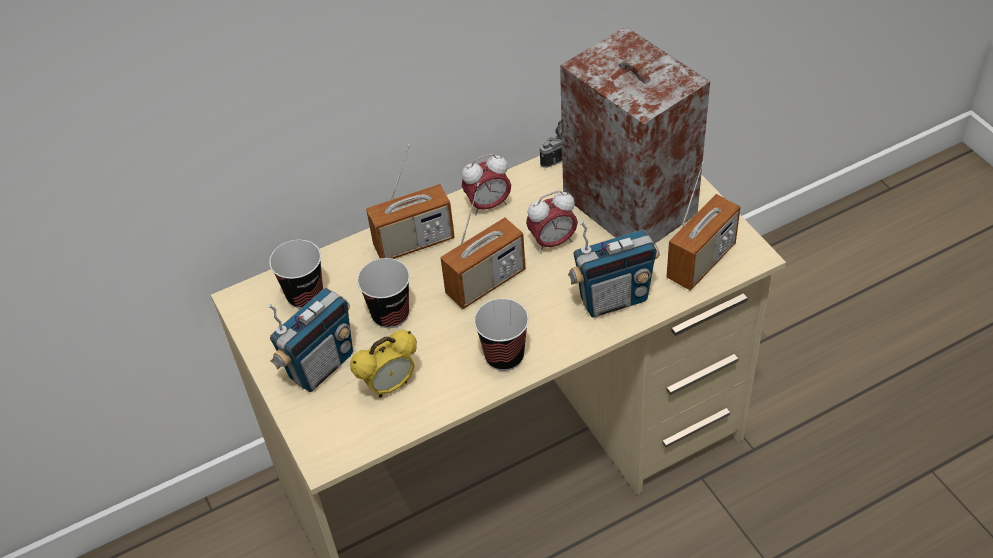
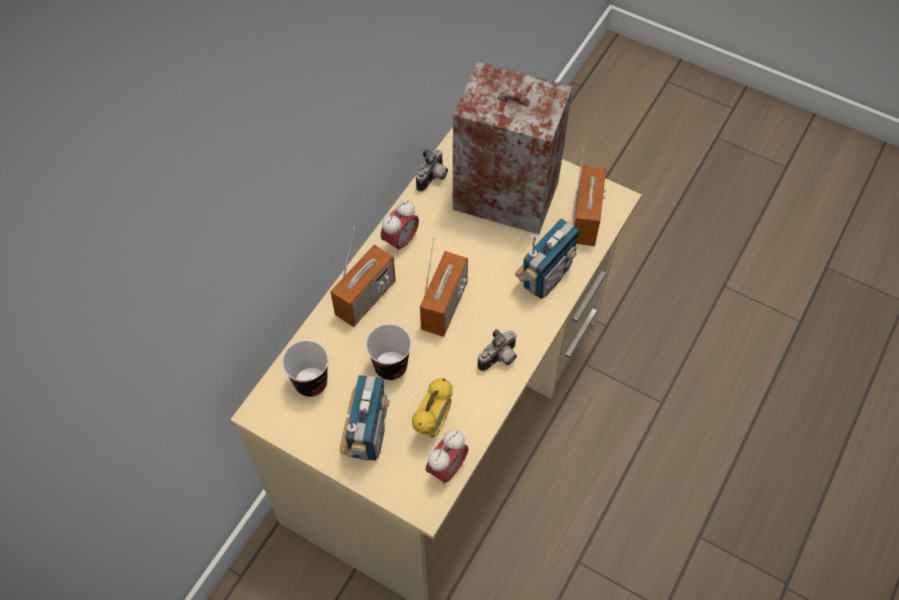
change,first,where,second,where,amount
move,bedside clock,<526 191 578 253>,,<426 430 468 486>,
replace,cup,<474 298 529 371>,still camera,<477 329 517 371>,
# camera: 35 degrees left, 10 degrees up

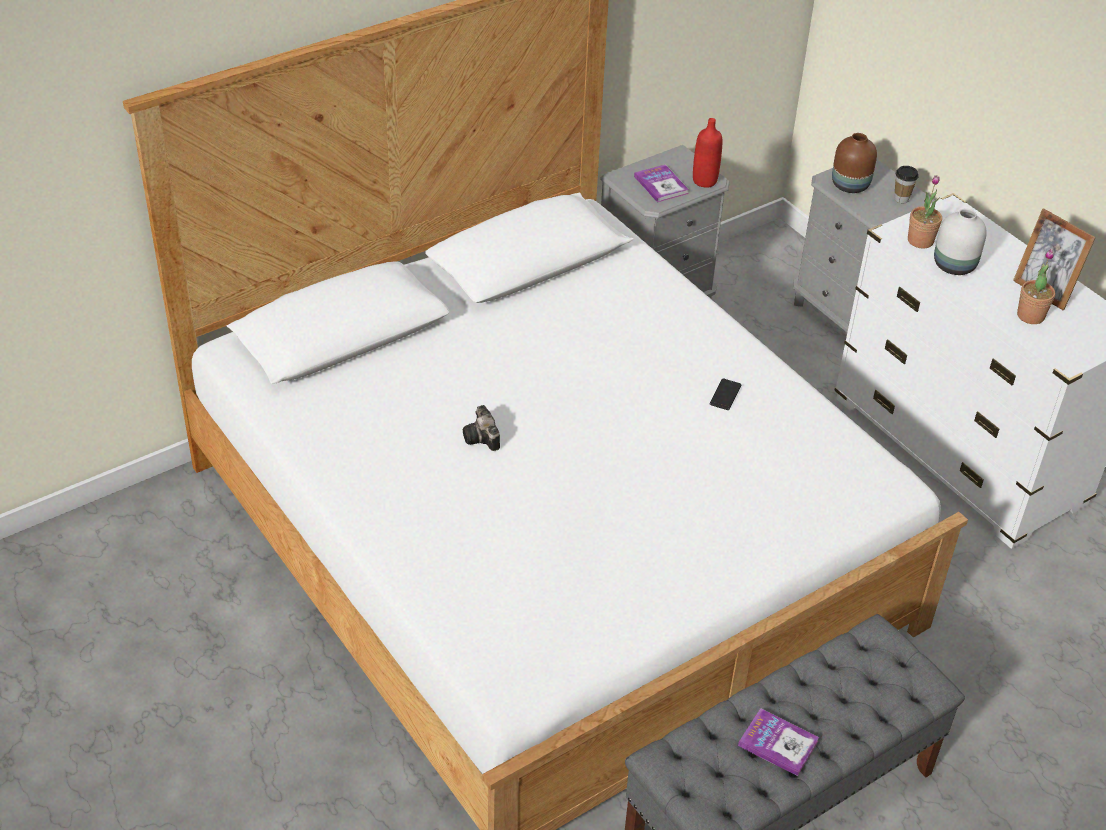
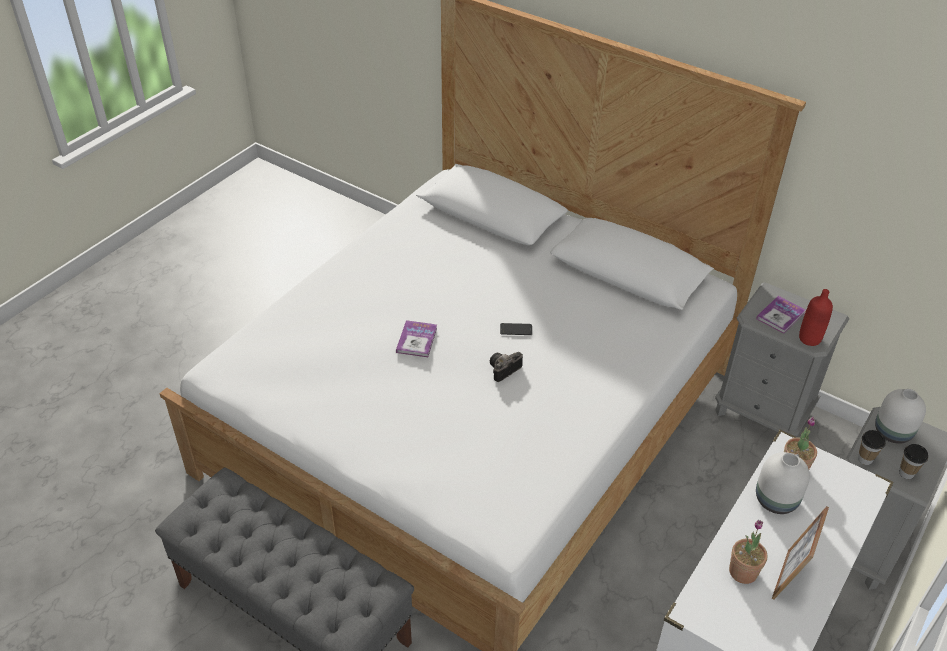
change,first,where,second,where,amount
move,bound book,<738 708 819 776>,,<396 320 437 357>,
move,still camera,<463 405 500 451>,,<490 352 523 382>,
move,telephone,<710 379 741 410>,,<500 323 532 335>,
insert,,,cup,<858 430 886 465>,
recolor,brown decorative vase,<832 133 877 193>,white decorative vase,<875 389 926 444>,
# camera: 70 degrees right, 0 degrees up

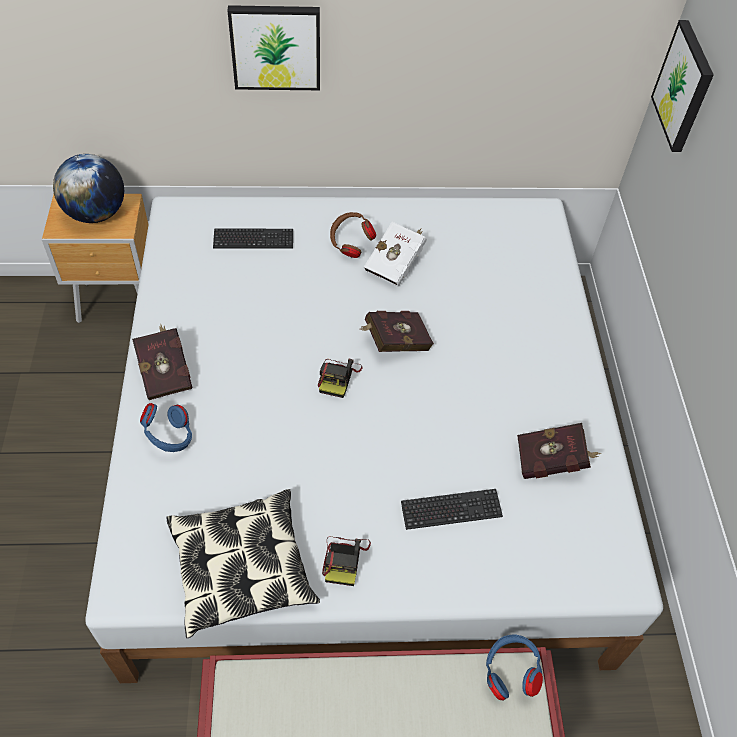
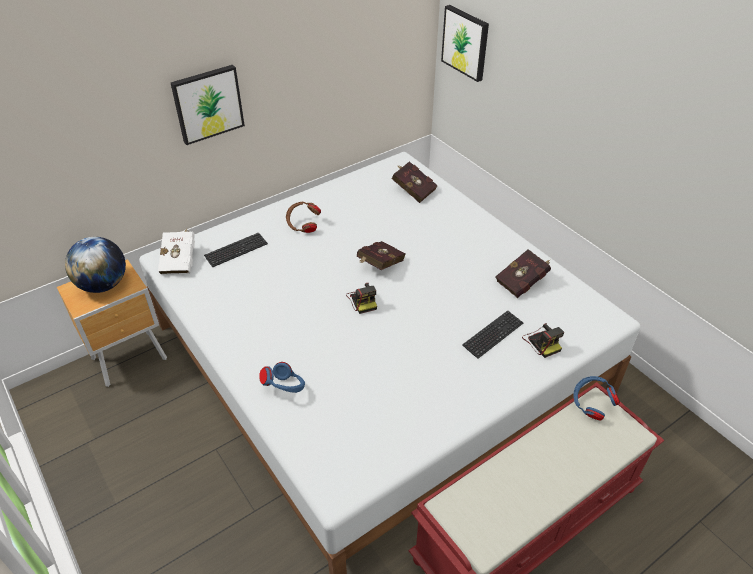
change,first,where,second,where,amount
move,white bound book,<364 222 427 287>,,<158 229 195 275>,
move,red-coloured bound book,<132 324 193 400>,,<391 161 438 203>,
move,still camera,<322 536 371 586>,,<522 323 564 358>,
delete,cushion,<167 489 320 638>,,,
# camera: 30 degrees left, 10 degrees down

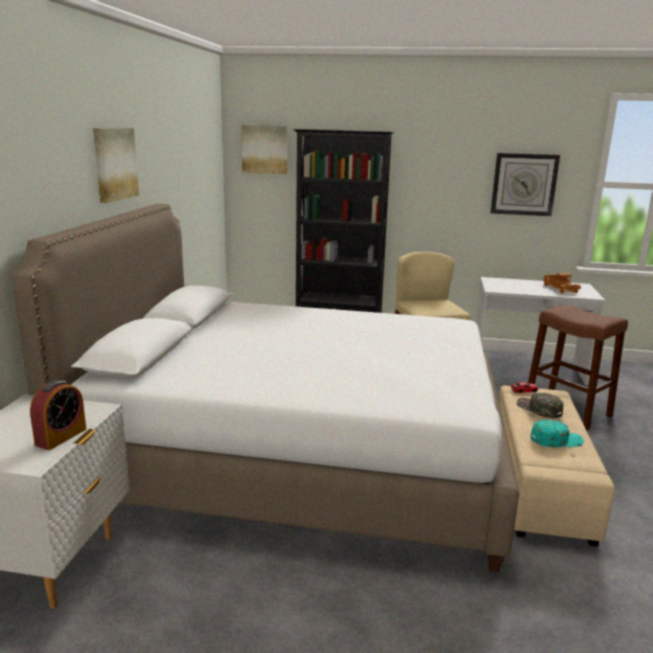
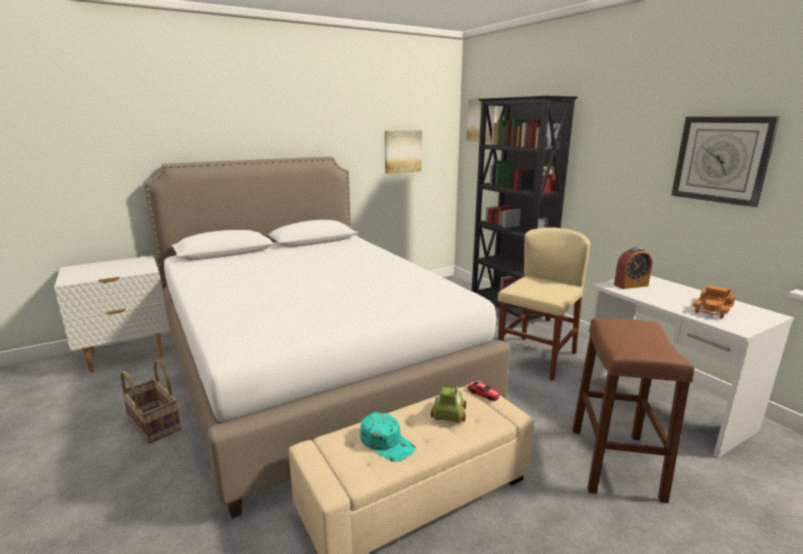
change,first,where,second,where,amount
insert,,,storage basket,<121 360 181 444>,
move,wall art,<93 128 139 203>,,<385 130 422 174>,
replace,greenish peaked cap,<516 393 564 418>,model car,<431 386 466 423>,
move,bedside clock,<30 380 86 450>,,<614 247 652 289>,
# camera: 50 degrees right, 0 degrees up

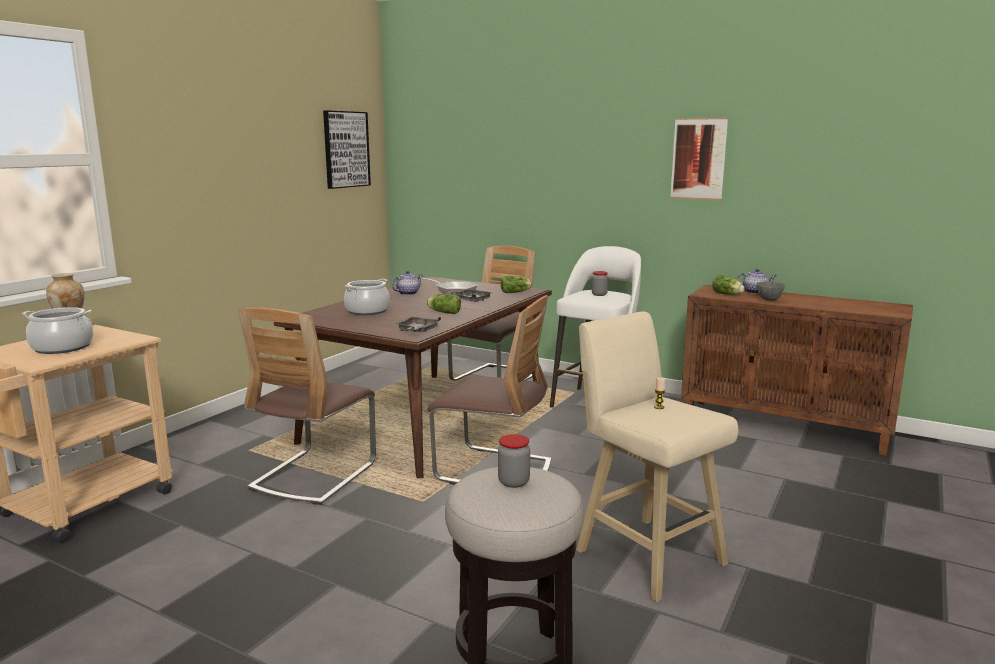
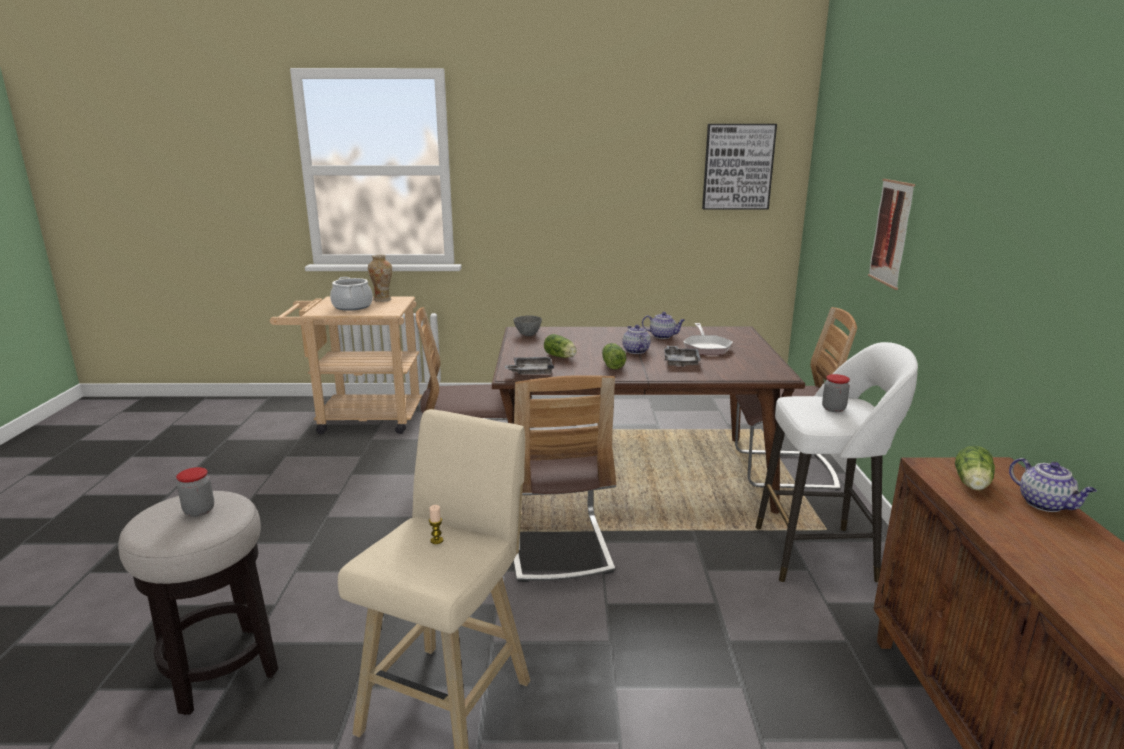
change,first,where,second,where,amount
move,grey bowl,<756 281 785 301>,,<513 315 542 336>,
move,lettuce,<501 276 532 293>,,<544 334 577 358>,
insert,,,pot for tea,<622 325 651 354>,
move,wall art,<670 117 728 200>,,<868 179 915 290>,
delete,stockpot,<344 279 390 315>,,,
# camera: 60 degrees right, 5 degrees up

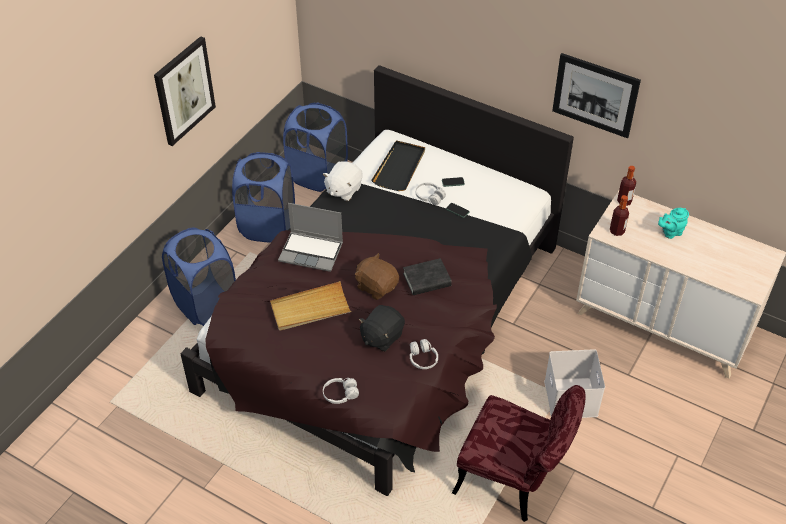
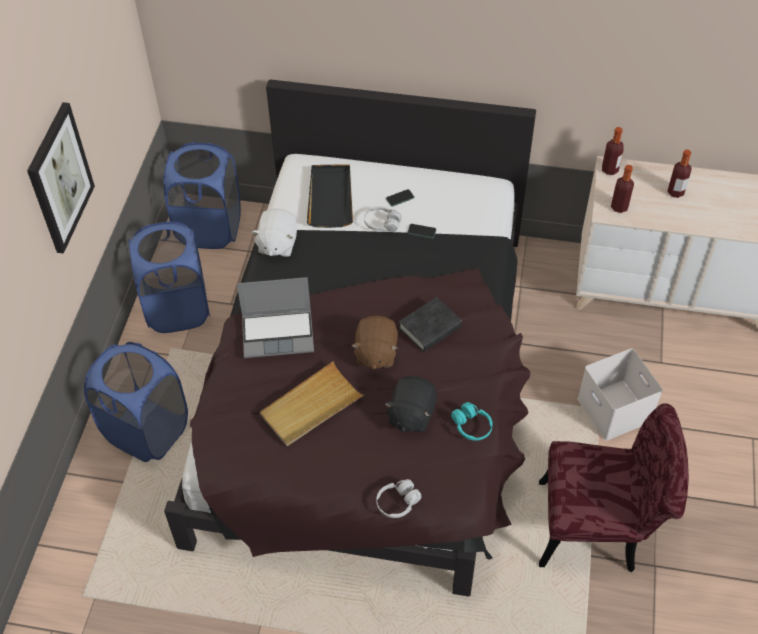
change,first,where,second,where,amount
rotate,brown cuddly toy,<355 253 399 300>,,<352 316 398 369>,105 degrees counterclockwise
recolor,white headphones,<410 339 438 369>,turquoise-coloured headphones,<451 402 493 441>,
replace,turquoise-coloured pot for tea,<658 208 689 239>,drink bottle,<667 150 692 198>,
delete,wall art,<552 53 641 138>,,,
# camera: 20 degrees left, 5 degrees up

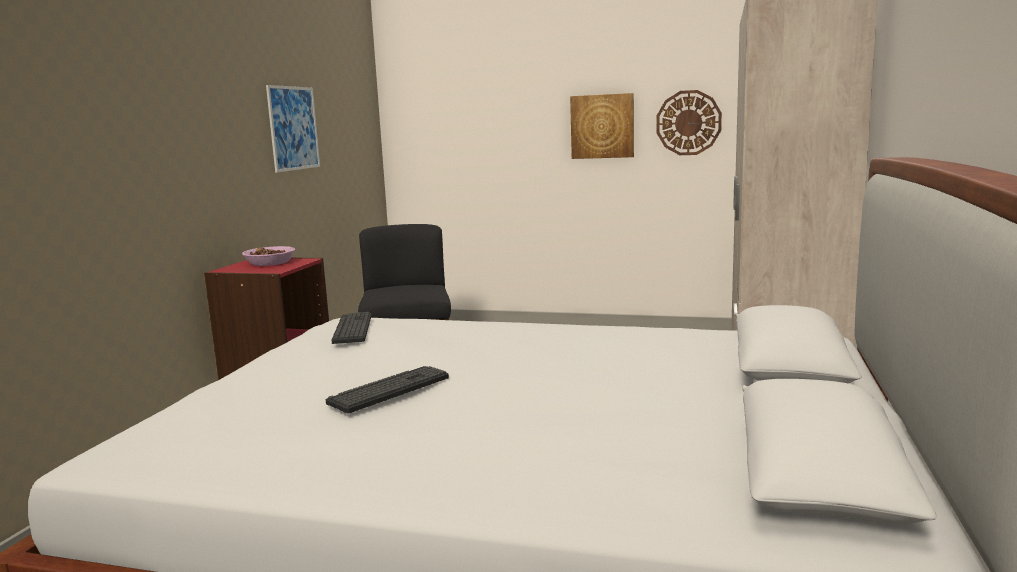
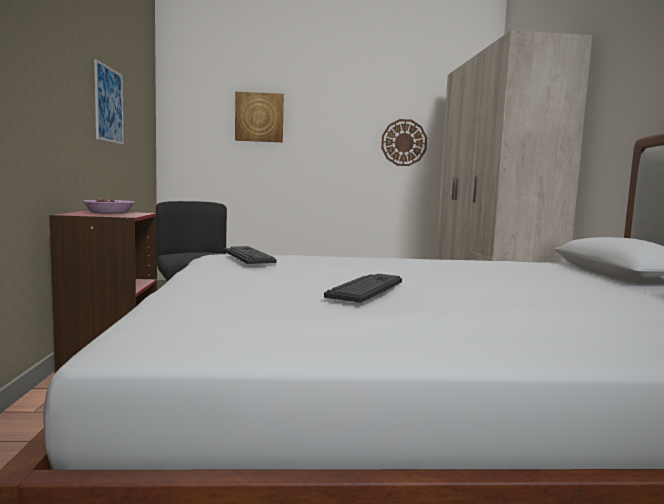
change,first,where,second,where,amount
move,wall art,<570 93 634 159>,,<235 92 284 142>,
# camera: 20 degrees left, 5 degrees down

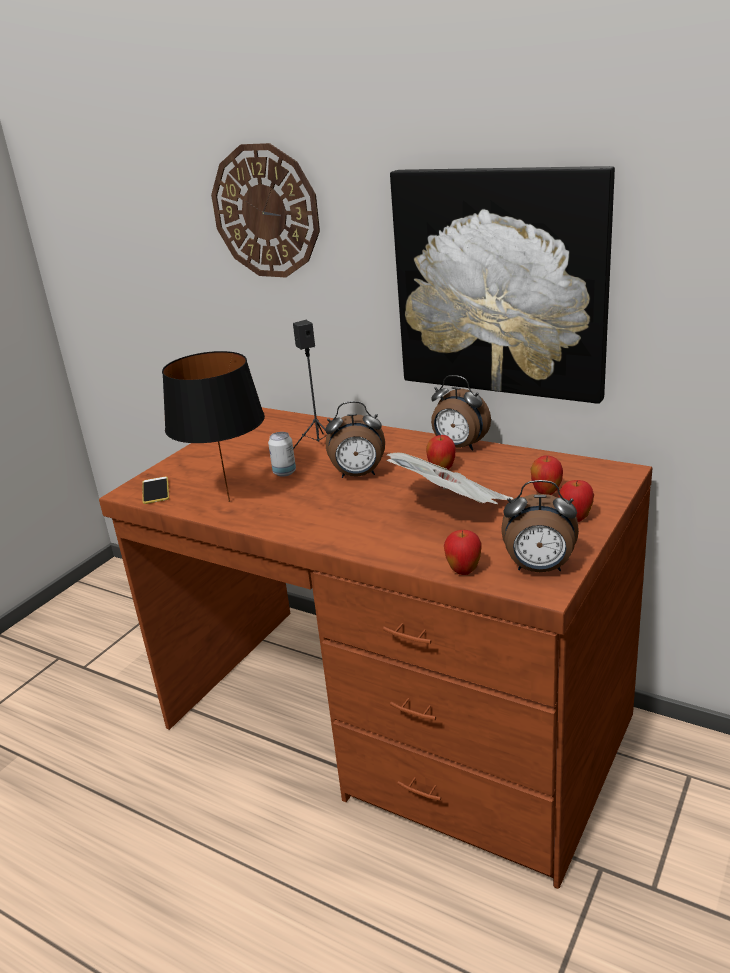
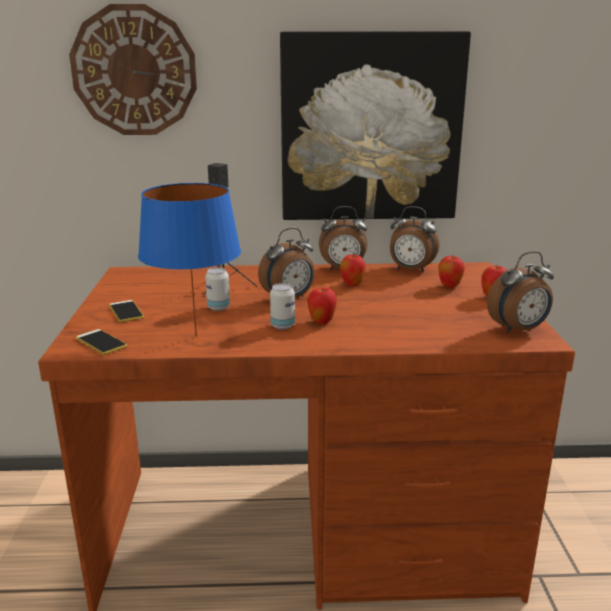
change,first,where,second,where,amount
insert,,,telephone,<109 300 144 322>,
recolor,blackish table lamp,<162 351 265 502>,blue-coloured table lamp,<138 183 241 337>,
insert,,,sealed can,<270 283 295 330>,
move,whole apple,<444 530 481 575>,,<307 287 337 324>,
insert,,,bedside clock,<390 206 440 272>,
delete,newspaper,<386 452 514 504>,,,
# camera: 35 degrees left, 5 degrees down

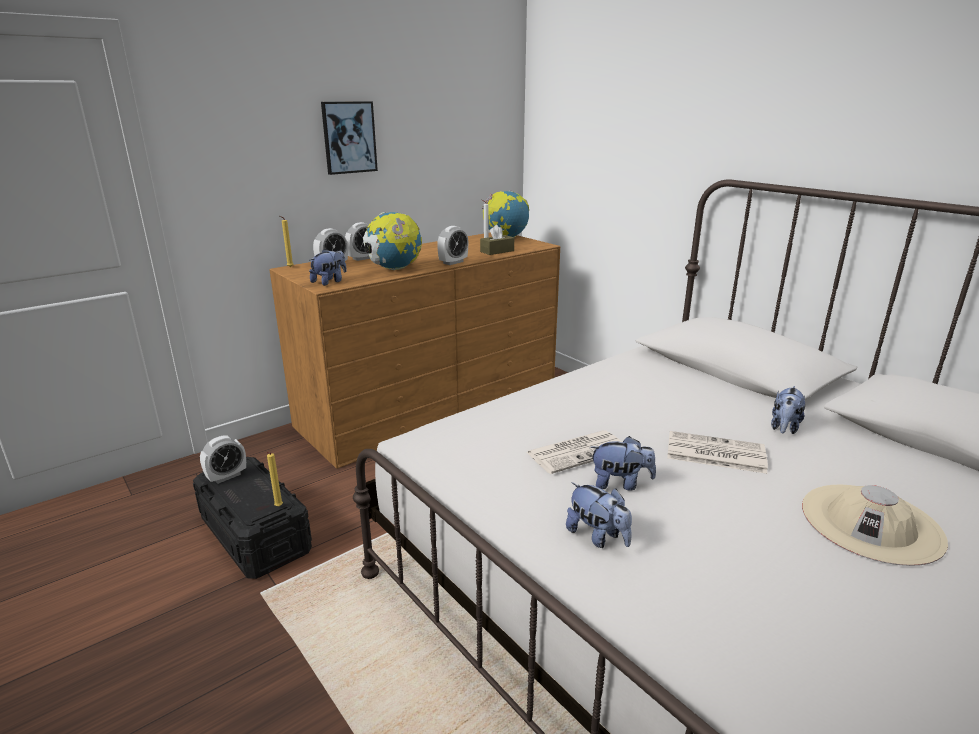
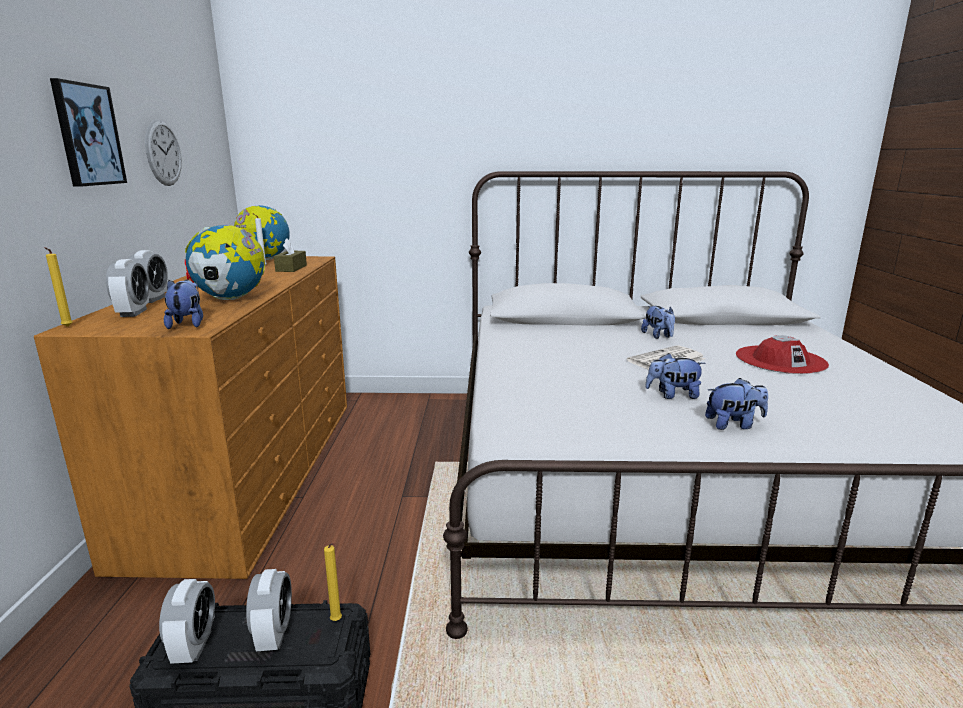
change,first,where,second,where,amount
insert,,,hanging clock,<145 119 182 186>,
move,bedside clock,<437 226 468 265>,,<246 569 292 651>,
rotate,cuddly toy,<590 436 656 491>,,<645 353 706 399>,135 degrees counterclockwise
recolor,sand-coloured clothing hat,<802 484 948 566>,red-coloured clothing hat,<736 335 829 374>,
delete,newspaper,<526 430 622 474>,,,
# camera: 50 degrees left, 5 degrees down

